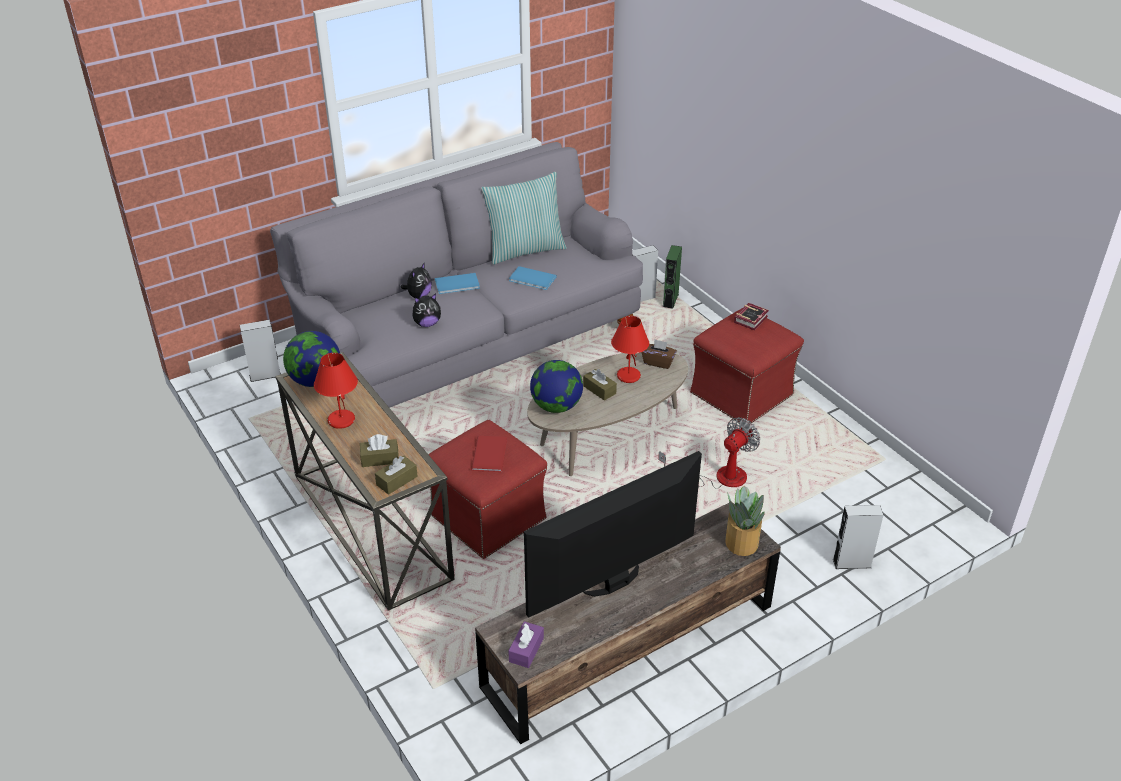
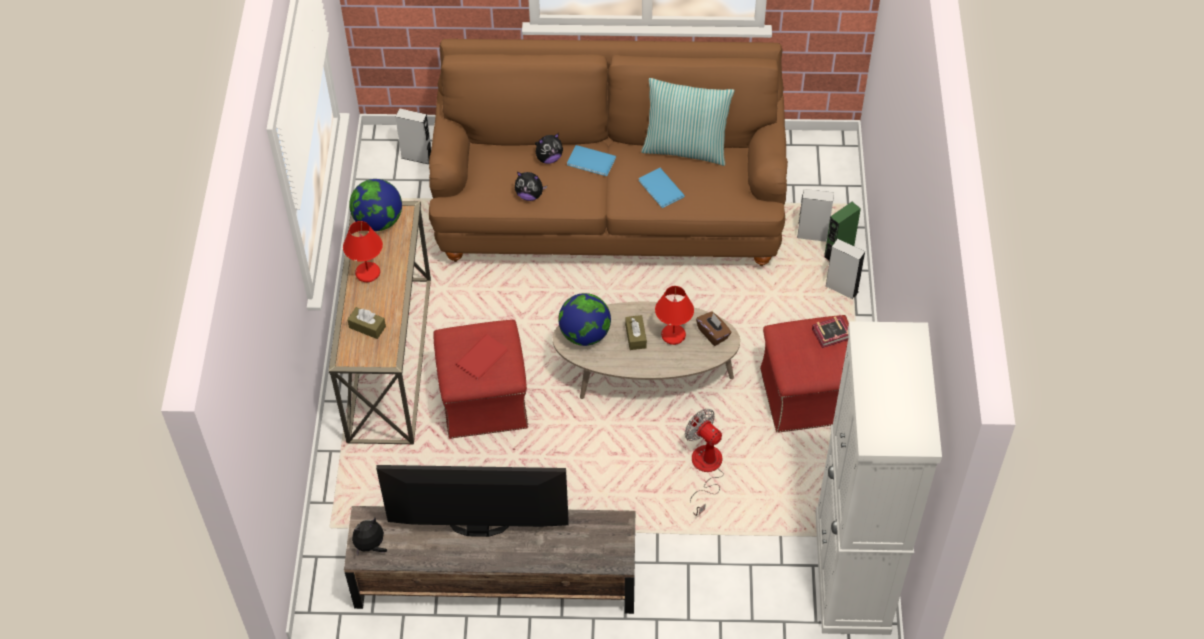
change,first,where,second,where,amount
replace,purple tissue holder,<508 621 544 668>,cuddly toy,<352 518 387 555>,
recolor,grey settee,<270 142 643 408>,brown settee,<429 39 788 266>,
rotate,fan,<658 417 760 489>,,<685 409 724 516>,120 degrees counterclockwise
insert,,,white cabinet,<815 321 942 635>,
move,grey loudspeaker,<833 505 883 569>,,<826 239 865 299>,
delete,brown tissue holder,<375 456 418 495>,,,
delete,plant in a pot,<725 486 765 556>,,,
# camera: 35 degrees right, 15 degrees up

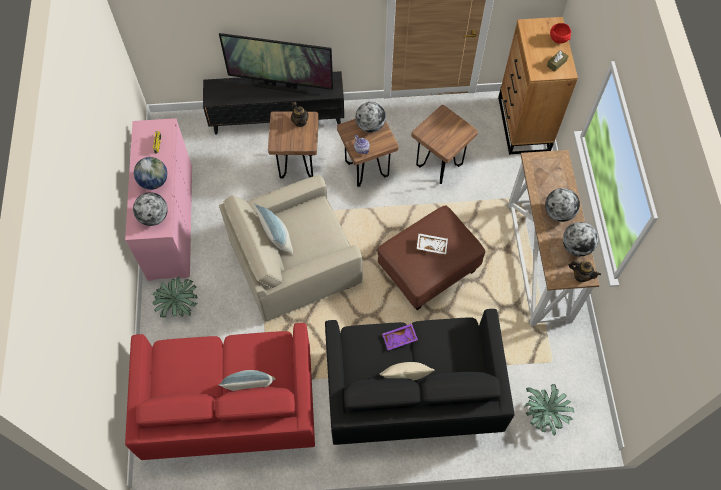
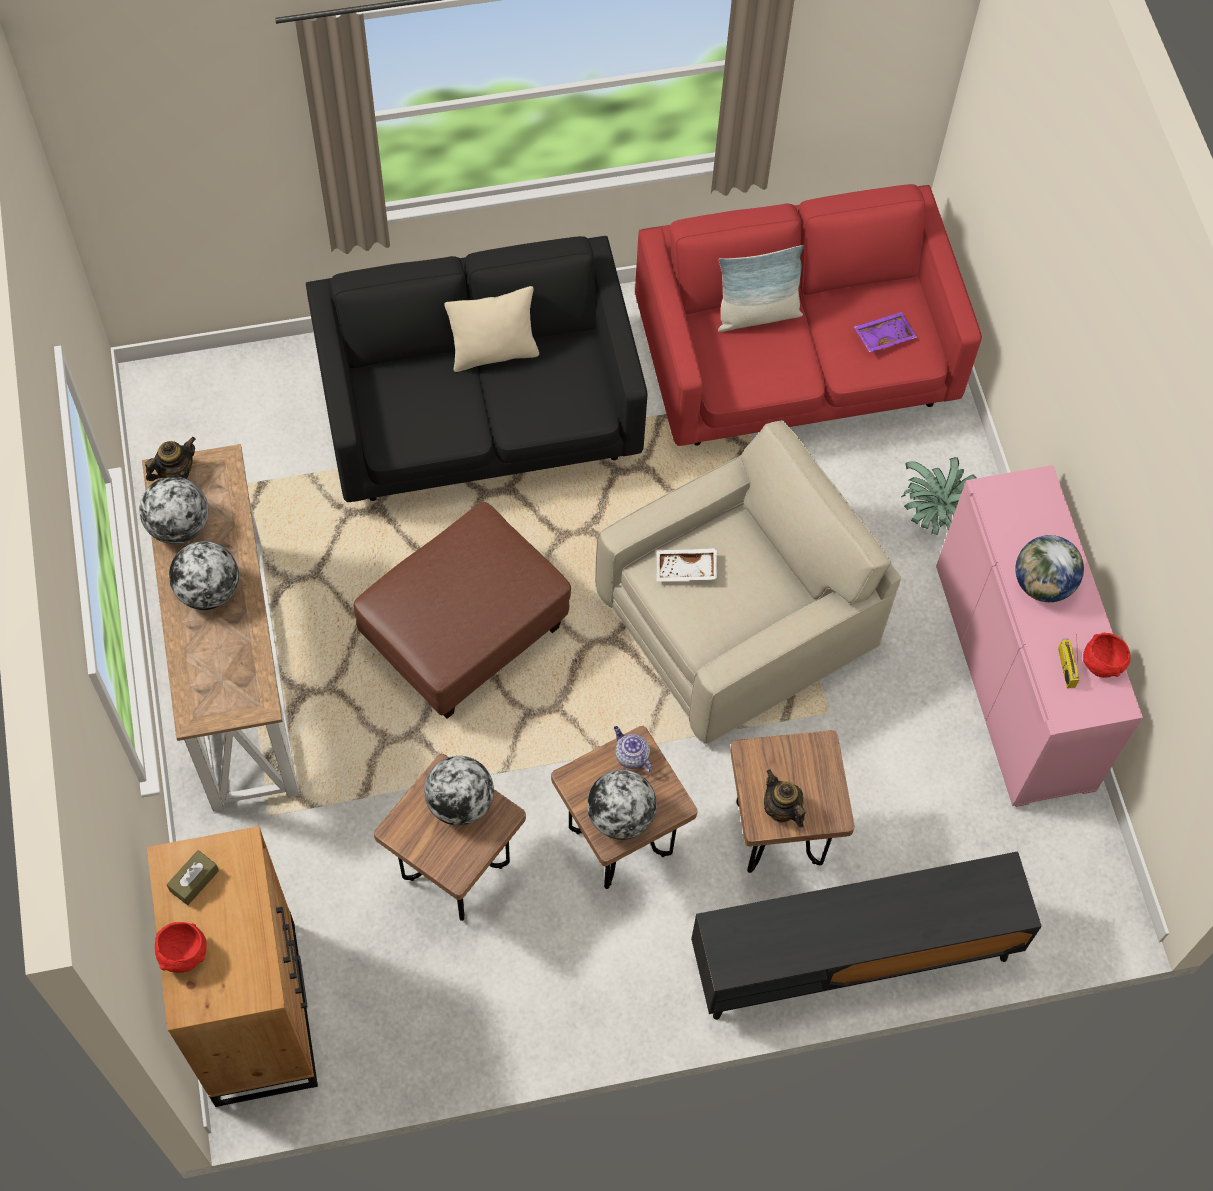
change,first,where,second,where,amount
rotate,pot for tea,<569 260 601 282>,,<145 437 196 481>,120 degrees clockwise
move,desk globe,<133 192 168 226>,,<424 756 494 826>,
move,white carrying tray,<417 233 448 255>,,<657 548 717 581>,
move,purple carrying tray,<382 324 418 350>,,<854 312 918 352>,
insert,,,red-coloured bowl,<1083 633 1130 678>,
delete,TV set,<219 33 333 94>,,,
delete,cushion,<255 204 293 255>,,,
delete,plant in a pot,<524 384 574 436>,,,
# camera: 170 degrees right, 0 degrees up

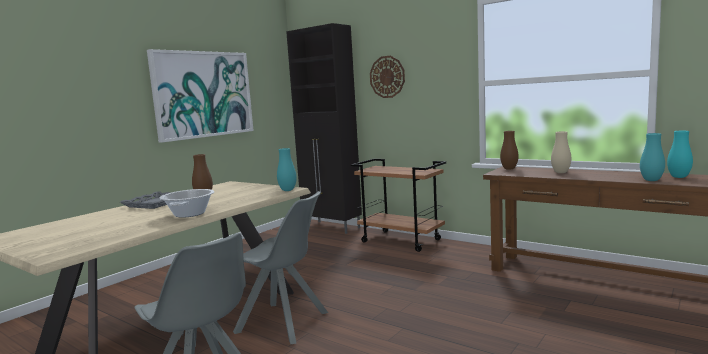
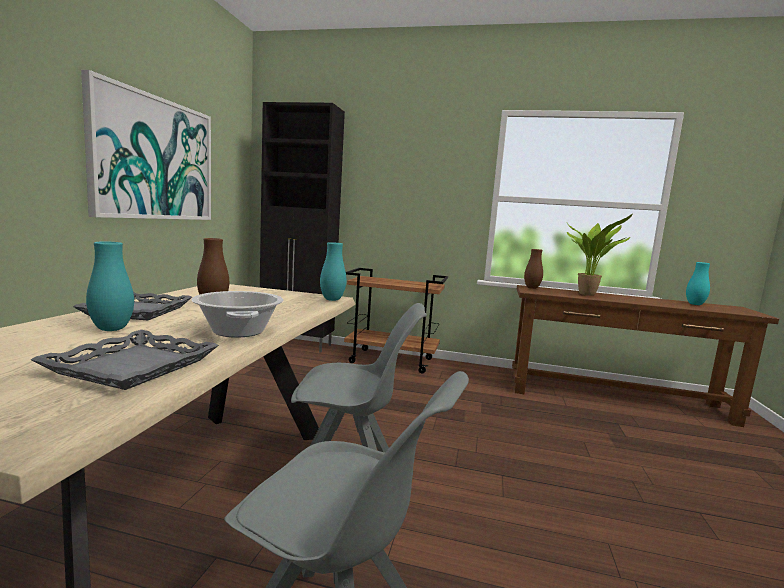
change,first,where,second,where,amount
insert,,,grey carrying tray,<31 330 219 390>,
move,turquoise-coloured decorative vase,<640 133 665 181>,,<86 242 134 331>,
replace,sand-coloured decorative vase,<551 131 571 173>,plant in a pot,<567 213 633 296>,
delete,hanging clock,<370 56 405 98>,,,
# camera: 25 degrees left, 0 degrees up

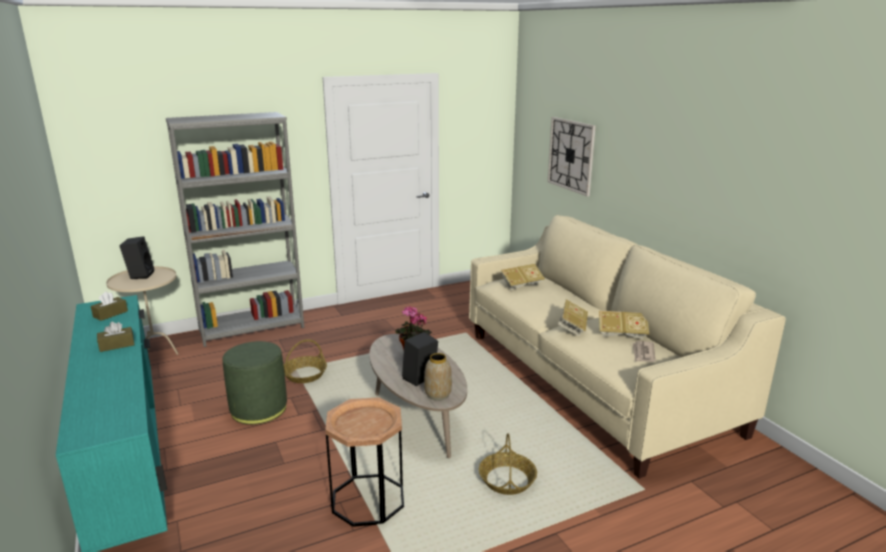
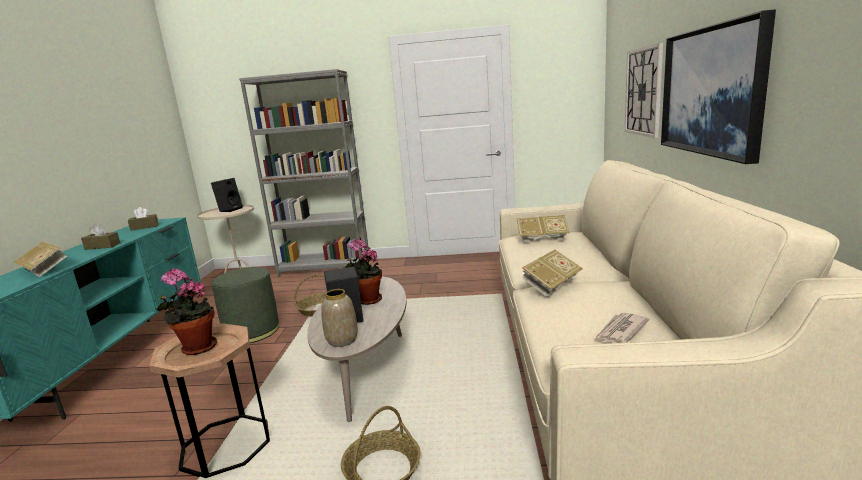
change,first,where,second,where,amount
move,bound book,<599 310 649 340>,,<14 241 67 277>,
insert,,,plant in a pot,<156 268 217 355>,
insert,,,wall art,<661 9 776 164>,
# camera: 30 degrees right, 5 degrees down

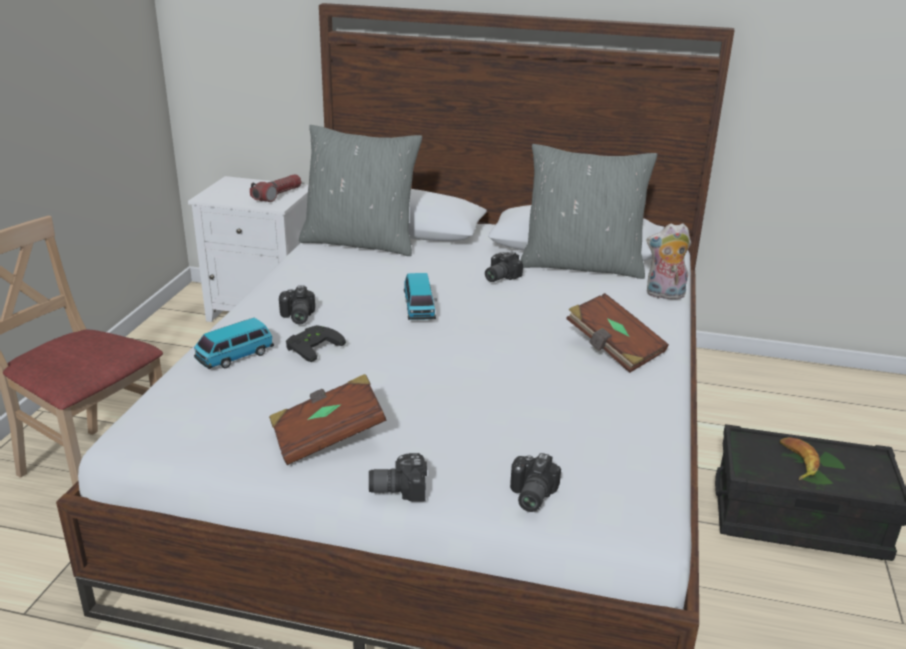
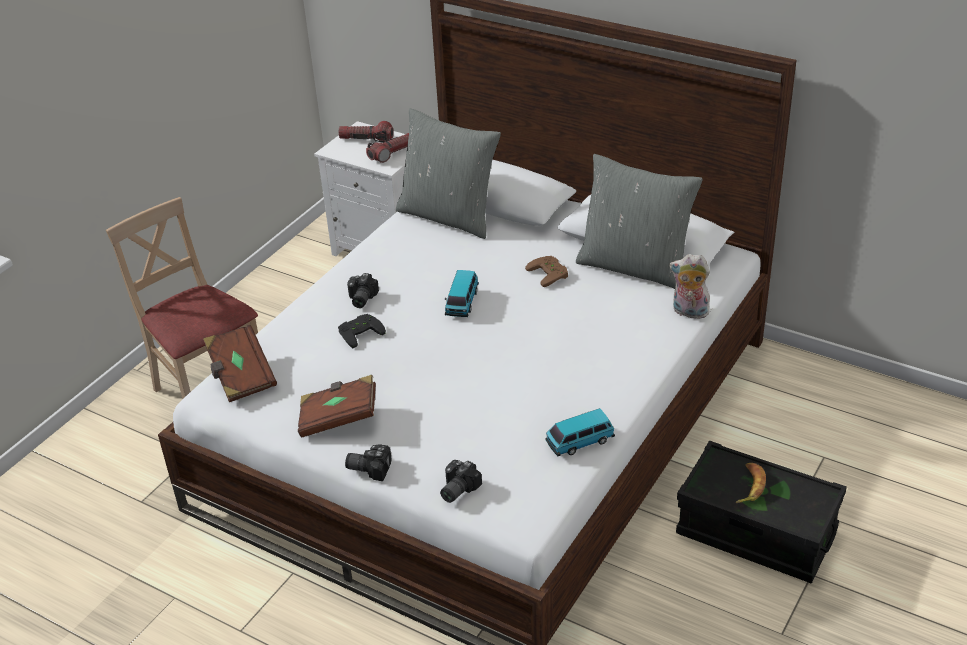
change,first,where,second,where,amount
move,brown bound book,<566 293 669 373>,,<203 325 277 402>,
insert,,,torch,<338 121 394 143>,
replace,still camera,<485 251 523 282>,brown gamepad,<525 256 568 287>,
move,model car,<194 318 274 369>,,<545 408 615 457>,
# camera: 20 degrees right, 10 degrees up

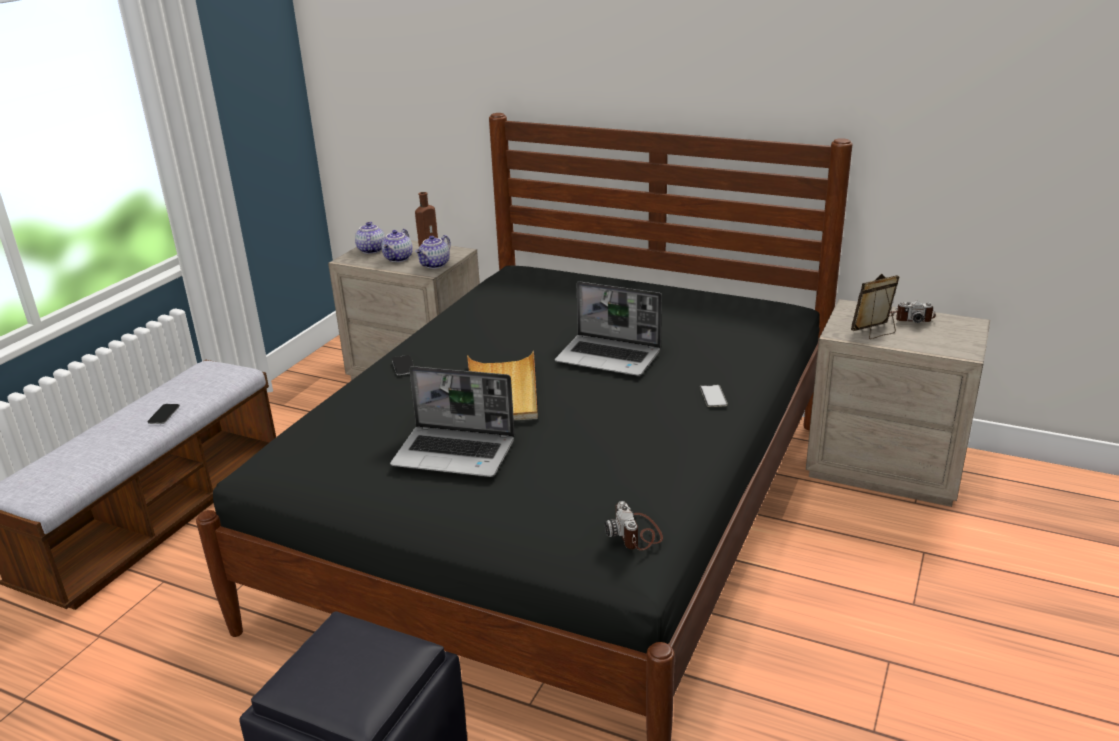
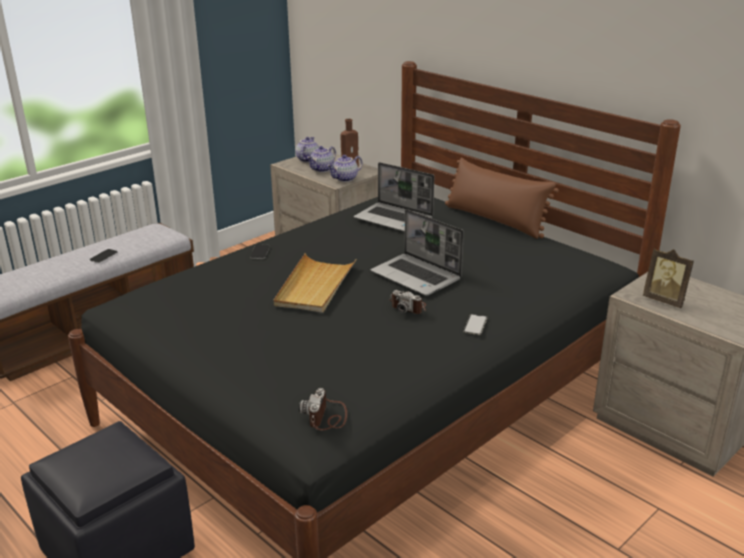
change,first,where,second,where,amount
move,notebook computer,<390 366 515 477>,,<354 162 434 232>,
move,still camera,<889 301 936 323>,,<389 290 426 314>,
insert,,,brown cushion,<445 157 559 239>,
rotate,standing frame,<851 274 899 339>,,<643 249 694 308>,135 degrees counterclockwise
# camera: 20 degrees right, 0 degrees up

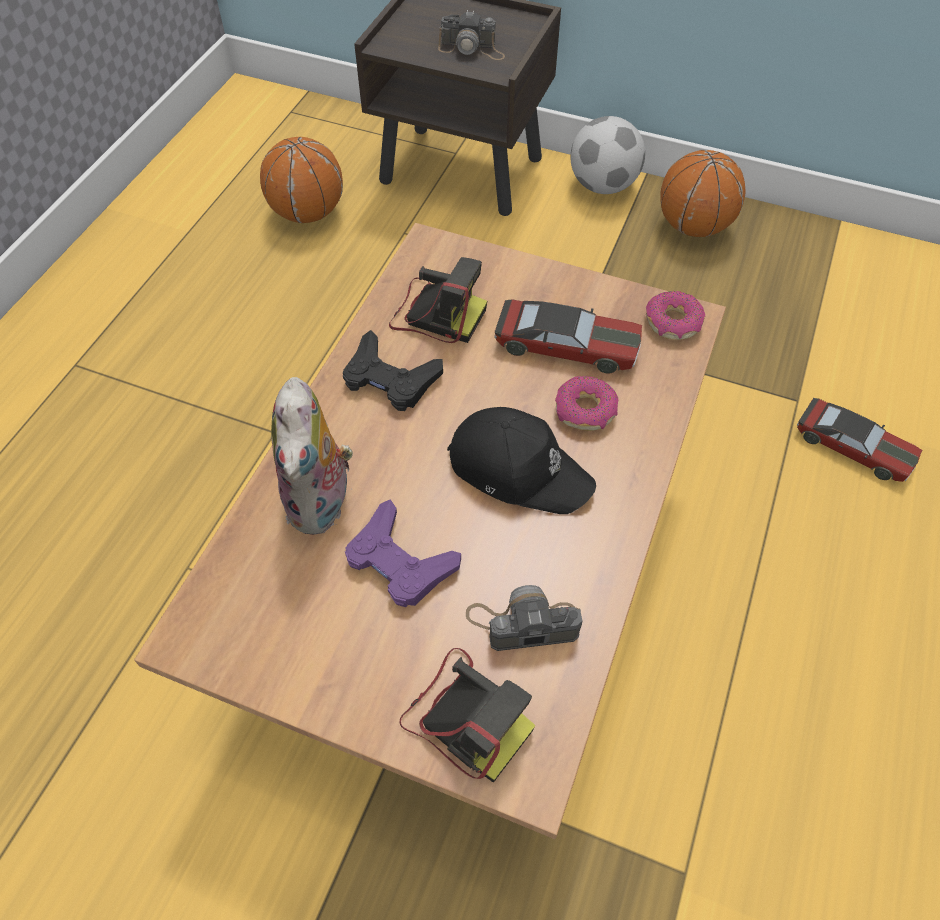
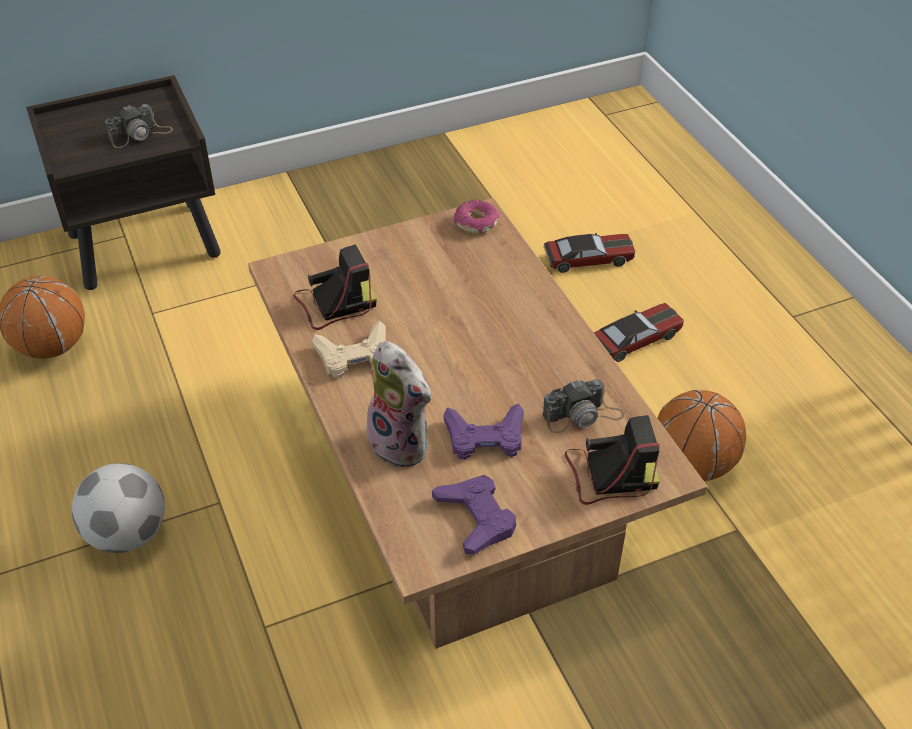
change,first,where,second,where,amount
move,ball for football,<570 116 645 194>,,<72 463 165 553>,
recolor,blackish gamepad,<343 330 443 411>,sand-coloured gamepad,<312 321 386 378>,
insert,,,purple gamepad,<432 475 516 555>,
rotate,still camera,<466 585 583 651>,,<543 379 625 433>,150 degrees counterclockwise
move,model car,<494 299 642 374>,,<594 303 684 362>,
move,basketball ball,<660 150 746 237>,,<657 390 746 481>,
delete,blackish peaked cap,<447 407 596 514>,,,
delete,donut,<555 376 618 431>,,,
# camera: 45 degrees left, 10 degrees down

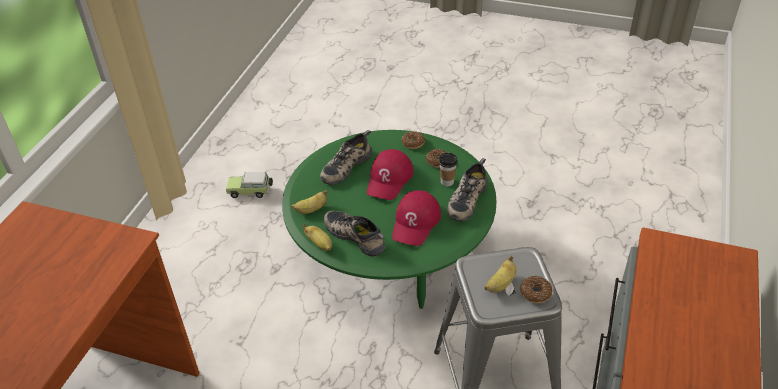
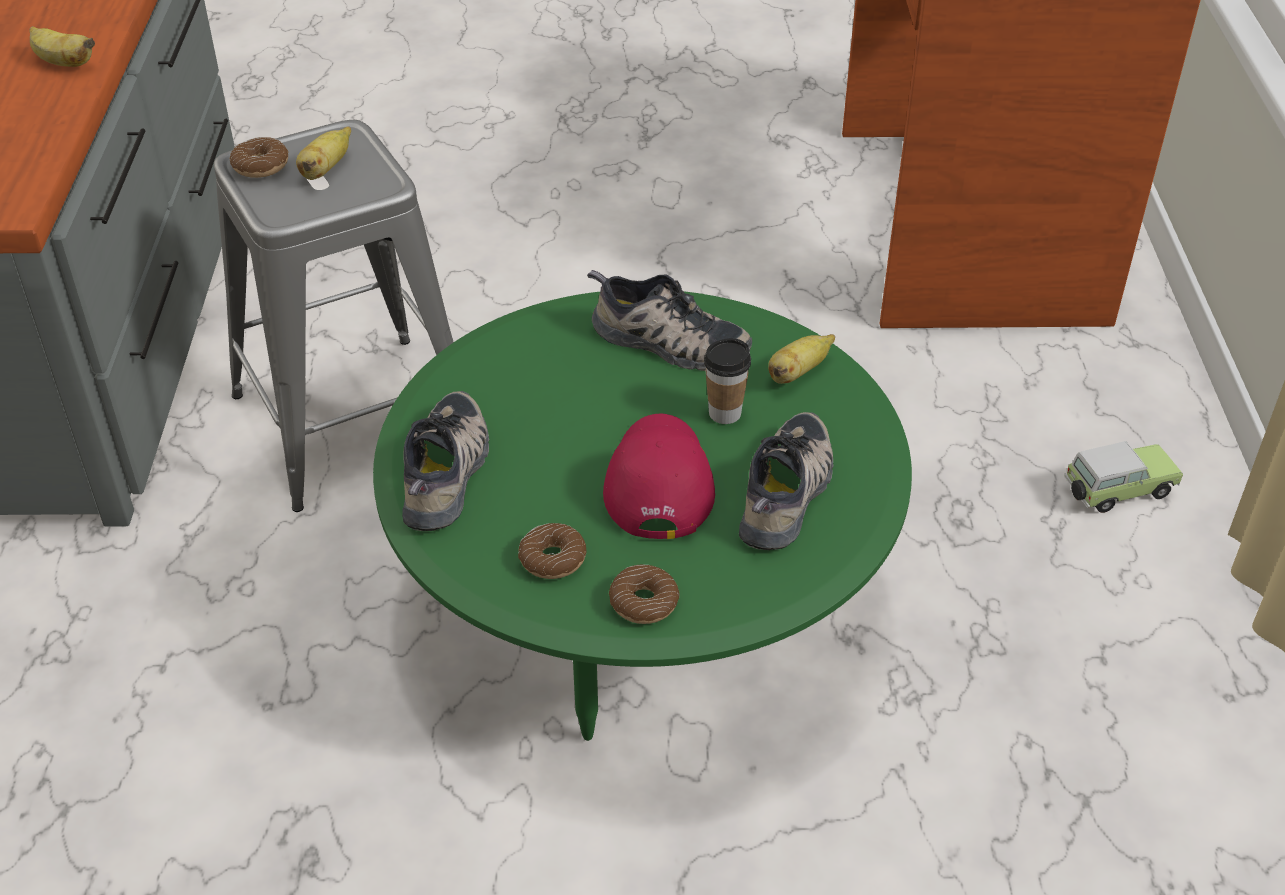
change,first,where,second,where,amount
move,banana,<303 224 332 251>,,<30 26 95 67>,
move,cup,<439 153 458 186>,,<704 338 751 424>,
move,model car,<226 172 273 198>,,<1064 441 1183 513>,
delete,red-coloured peaked cap,<392 190 441 246>,,,
# camera: 160 degrees right, 0 degrees up

